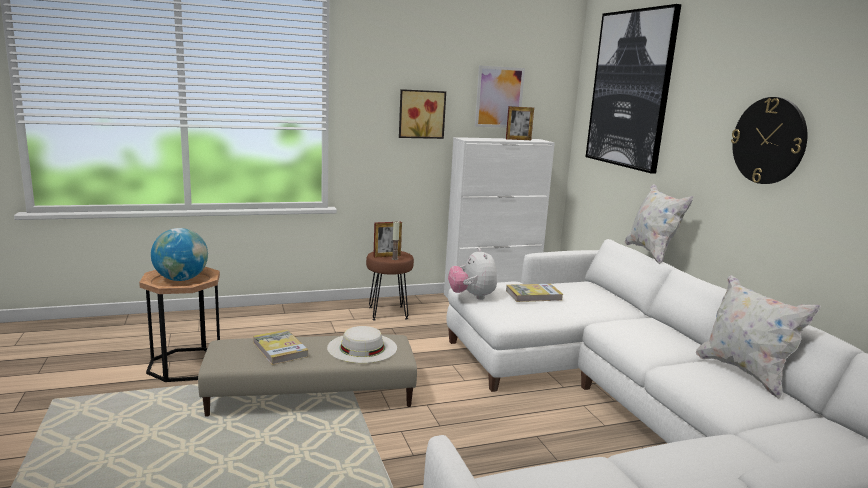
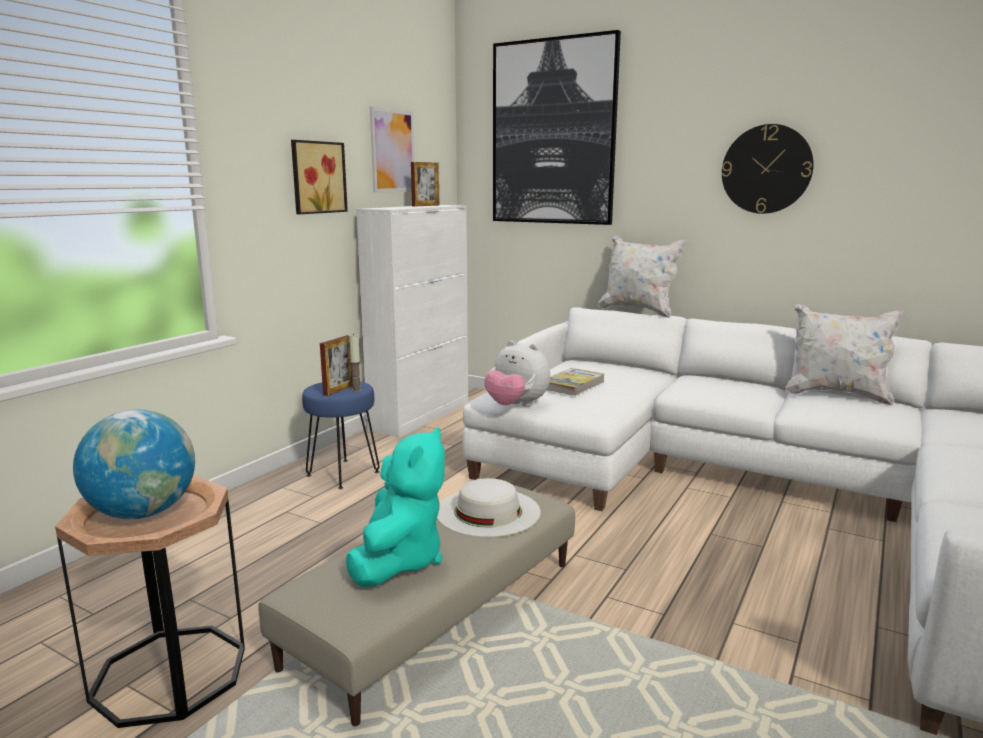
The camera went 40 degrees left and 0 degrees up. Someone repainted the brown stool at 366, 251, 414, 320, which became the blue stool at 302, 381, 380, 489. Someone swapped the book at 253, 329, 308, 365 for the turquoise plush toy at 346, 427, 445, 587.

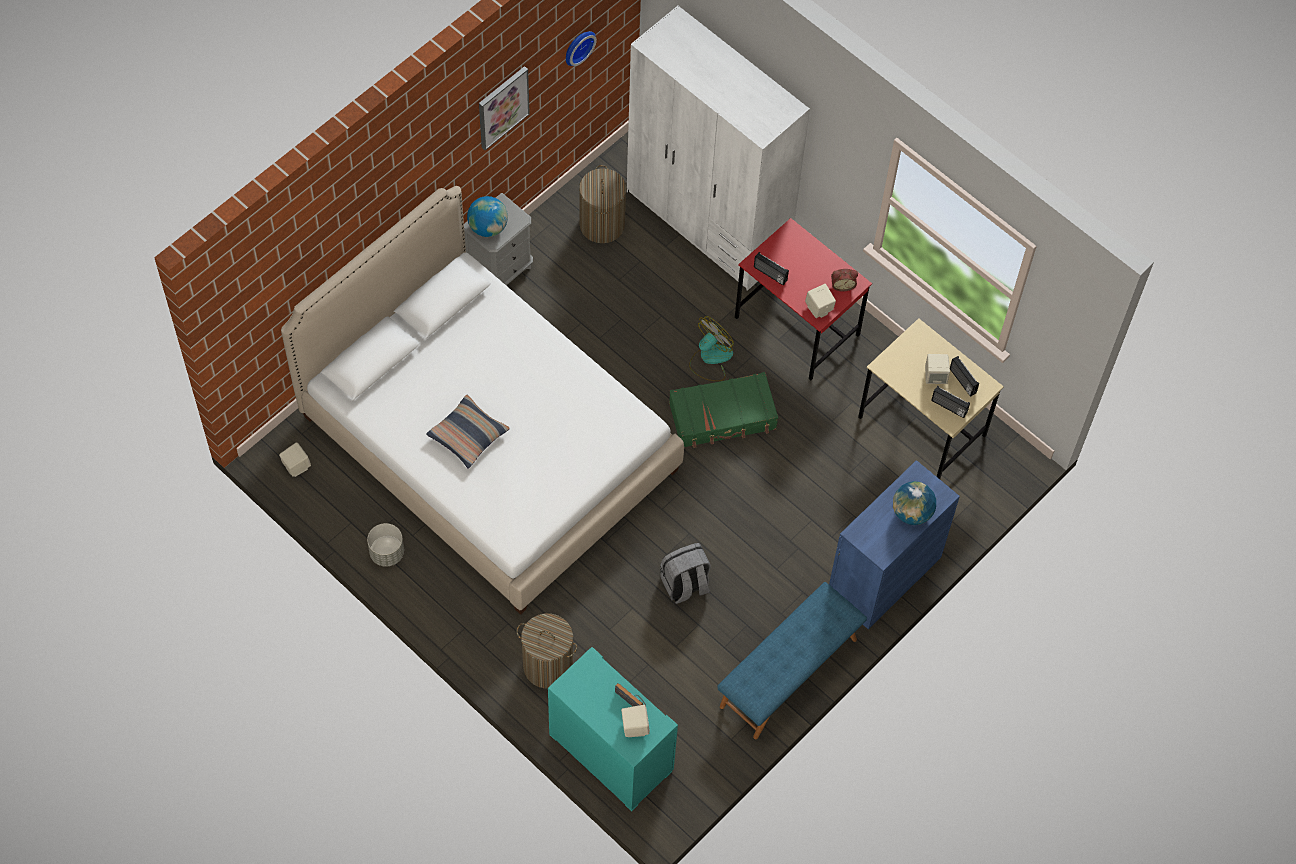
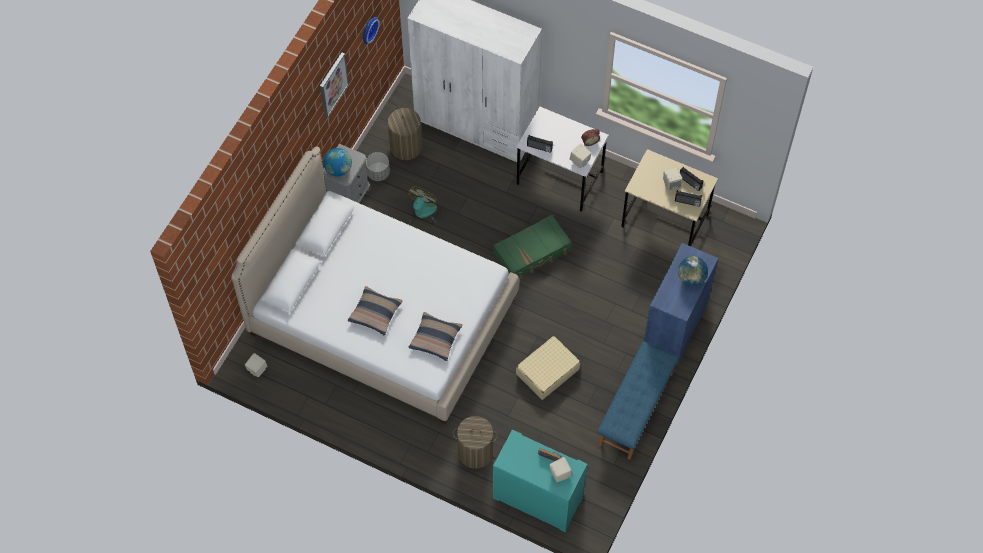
The camera went 15 degrees left and 0 degrees up. Someone carried the grey planter from 367, 523, 404, 567 to 366, 152, 390, 181. Someone carried the fan from 689, 316, 734, 381 to 408, 186, 437, 229. Someone put down the pillow at 408, 312, 462, 361. Someone repainted the red desk at 735, 218, 872, 380, which became the white desk at 516, 107, 609, 212. Someone swapped the grey backpack at 660, 543, 711, 604 for the beige suitcase at 516, 336, 580, 400.

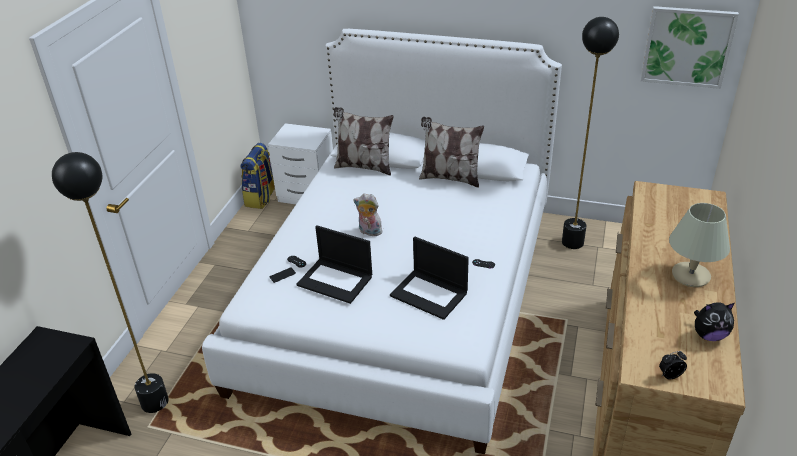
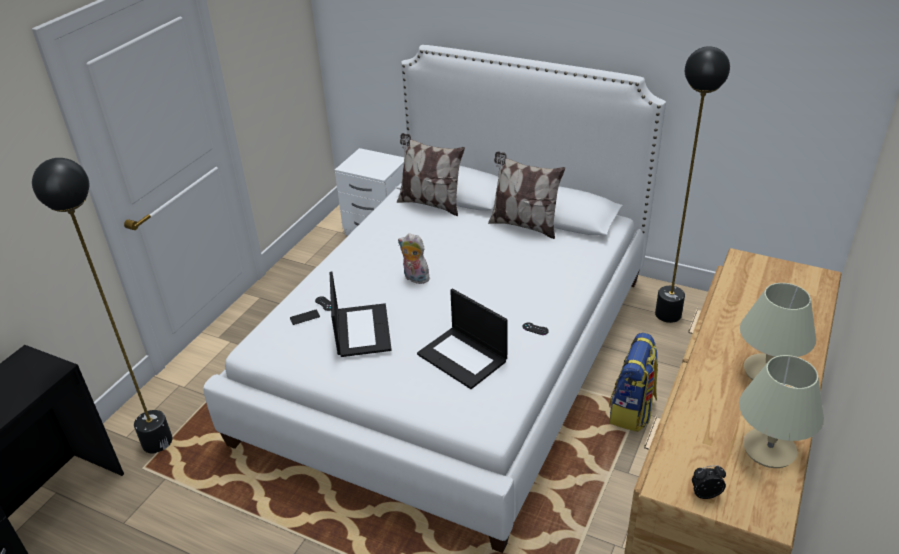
The camera went 10 degrees right and 0 degrees up. Someone rotated the laptop at 296, 225, 372, 304 by 135 degrees counterclockwise. Someone carried the backpack from 240, 143, 275, 209 to 609, 333, 658, 432. Someone swapped the plush toy at 694, 302, 735, 341 for the beige table lamp at 739, 355, 824, 468. Someone took away the picture at 641, 6, 739, 89.

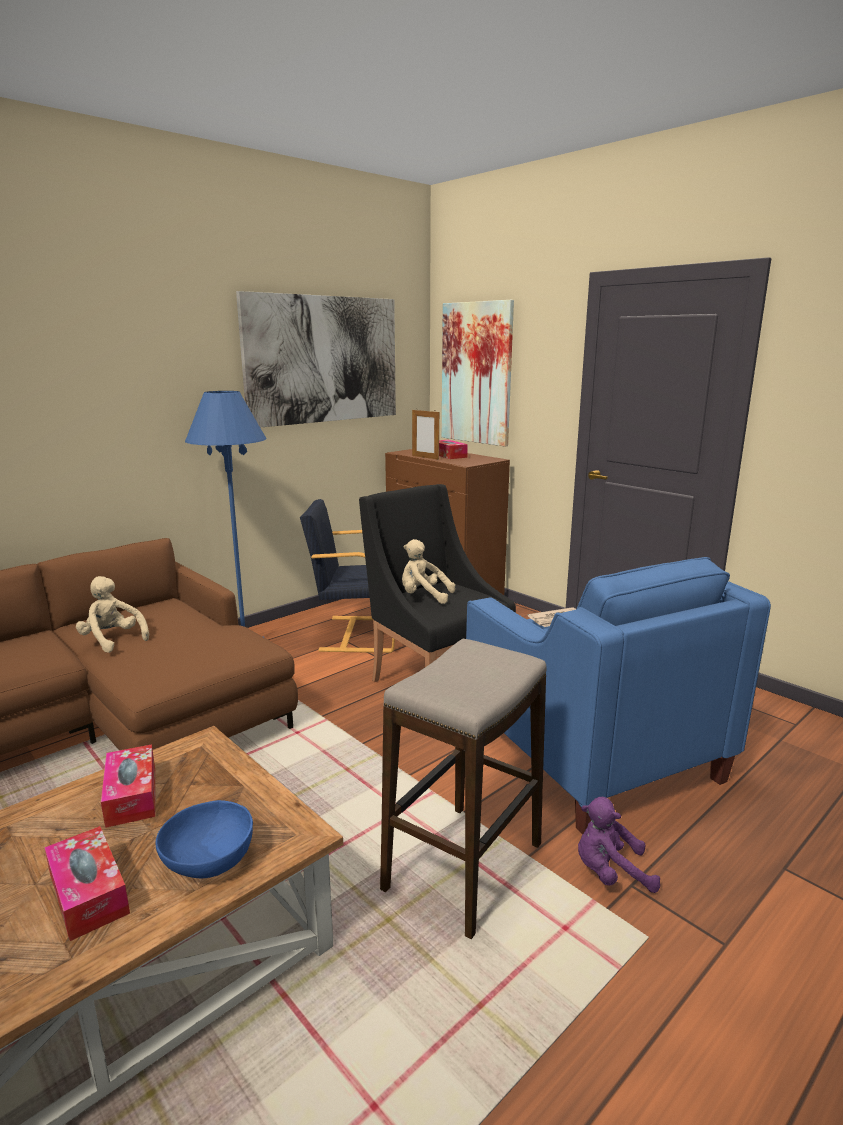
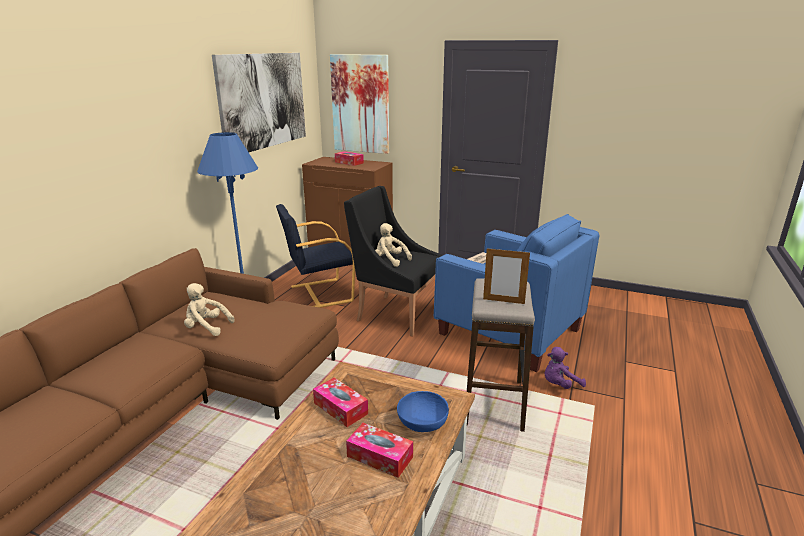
The camera went 25 degrees left and 5 degrees up. Someone rotated the beige plush toy at 402, 539, 455, 604 by 45 degrees clockwise. Someone carried the picture frame from 412, 410, 439, 460 to 483, 247, 530, 304.

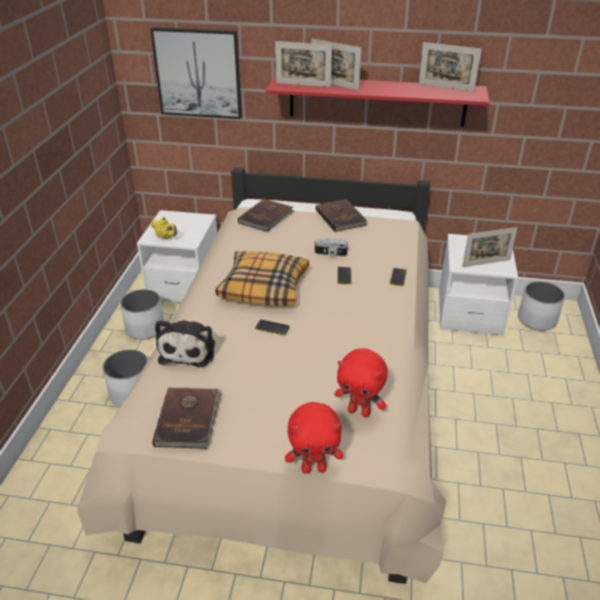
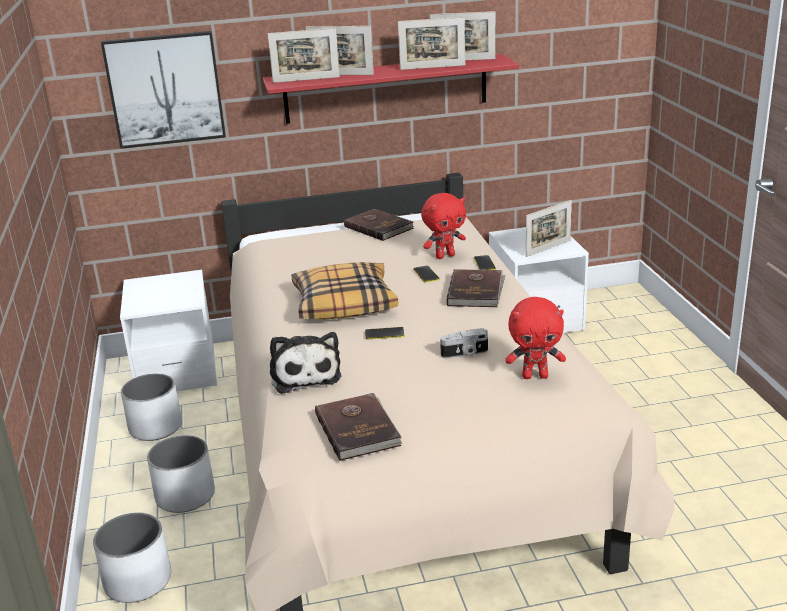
The camera went 20 degrees left and 10 degrees down. Someone carried the white planter from 518, 281, 565, 331 to 93, 513, 171, 603. Someone put down the picture frame at 398, 17, 465, 70. Someone carried the red plush toy from 285, 402, 343, 474 to 421, 193, 466, 259. Someone carried the photo camera from 315, 238, 348, 257 to 440, 328, 488, 358. Someone carried the brown book from 238, 199, 295, 232 to 446, 269, 505, 307. Someone took away the yellow teapot at 151, 217, 177, 239.

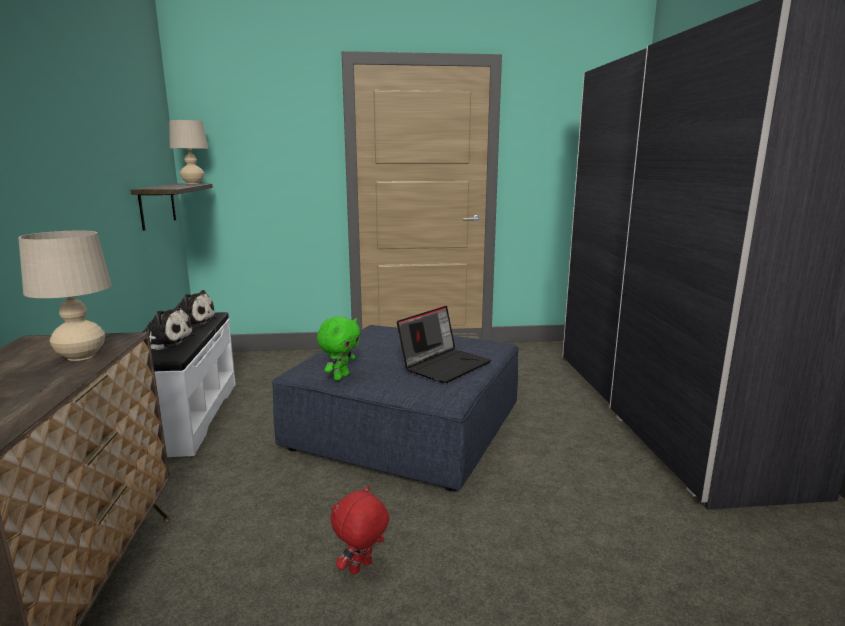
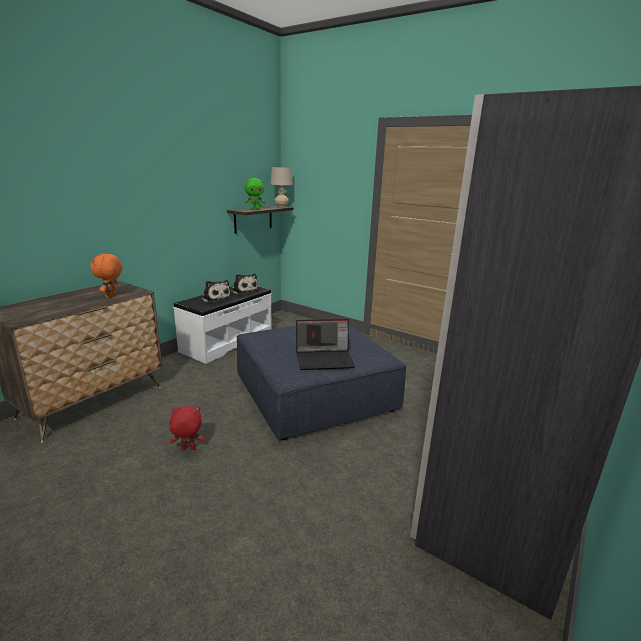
The camera went 40 degrees right and 5 degrees up. Someone swapped the beige table lamp at 18, 231, 112, 361 for the orange plush toy at 90, 254, 122, 298. Someone carried the green plush toy from 317, 316, 361, 381 to 244, 178, 265, 210.

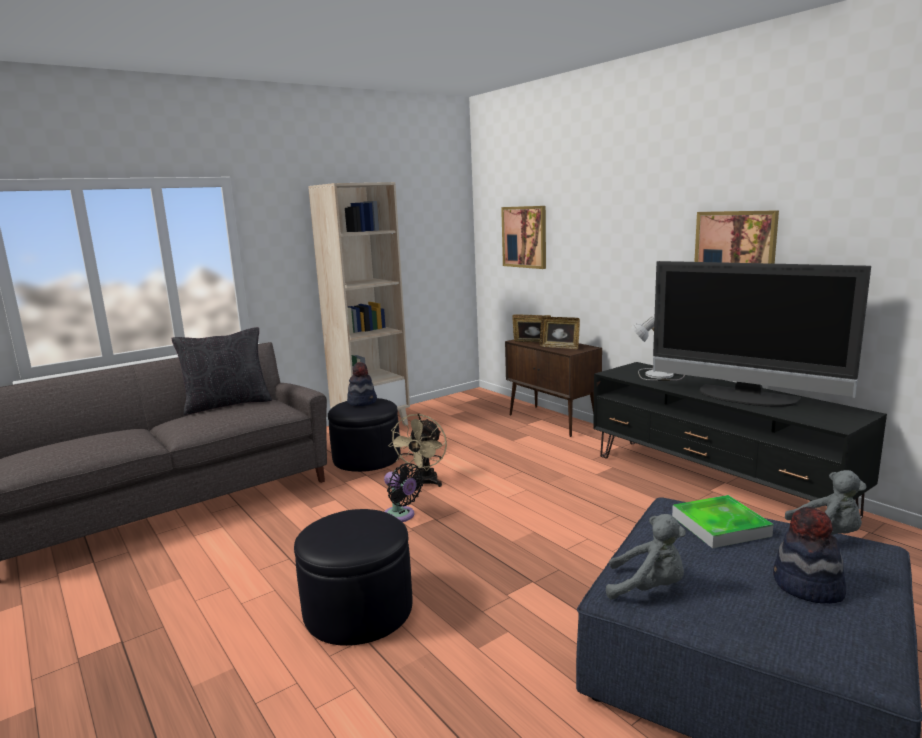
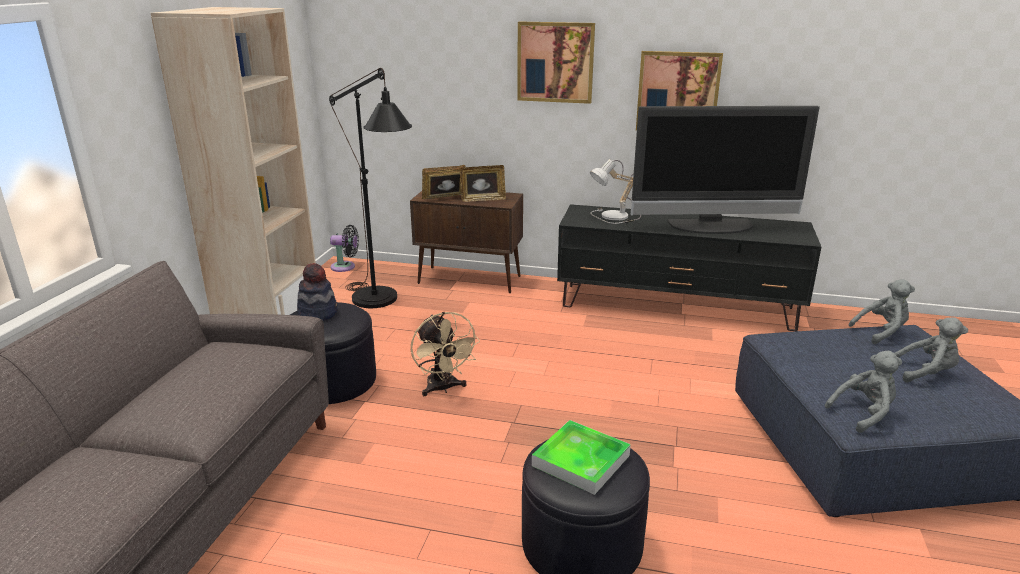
The camera went 40 degrees left and 10 degrees up. Someone put down the black floor lamp at 329, 68, 412, 308. Someone carried the black fan from 384, 463, 423, 522 to 330, 225, 359, 272. Someone carried the picture from 501, 206, 546, 269 to 517, 22, 595, 104. Someone carried the tray from 672, 495, 773, 548 to 532, 420, 631, 495. Someone swapped the hat at 773, 507, 846, 604 for the grey plush toy at 894, 318, 968, 383. Someone took away the black pillow at 171, 327, 272, 415.

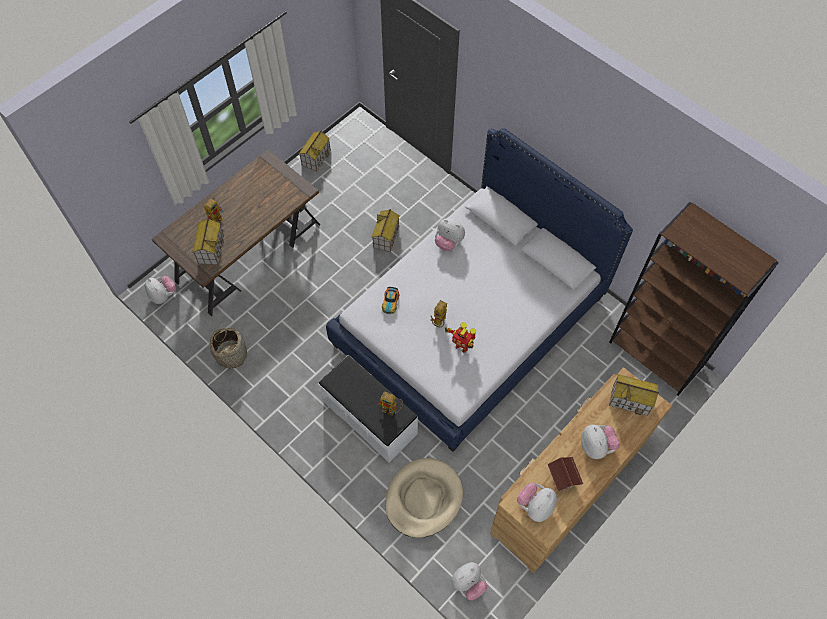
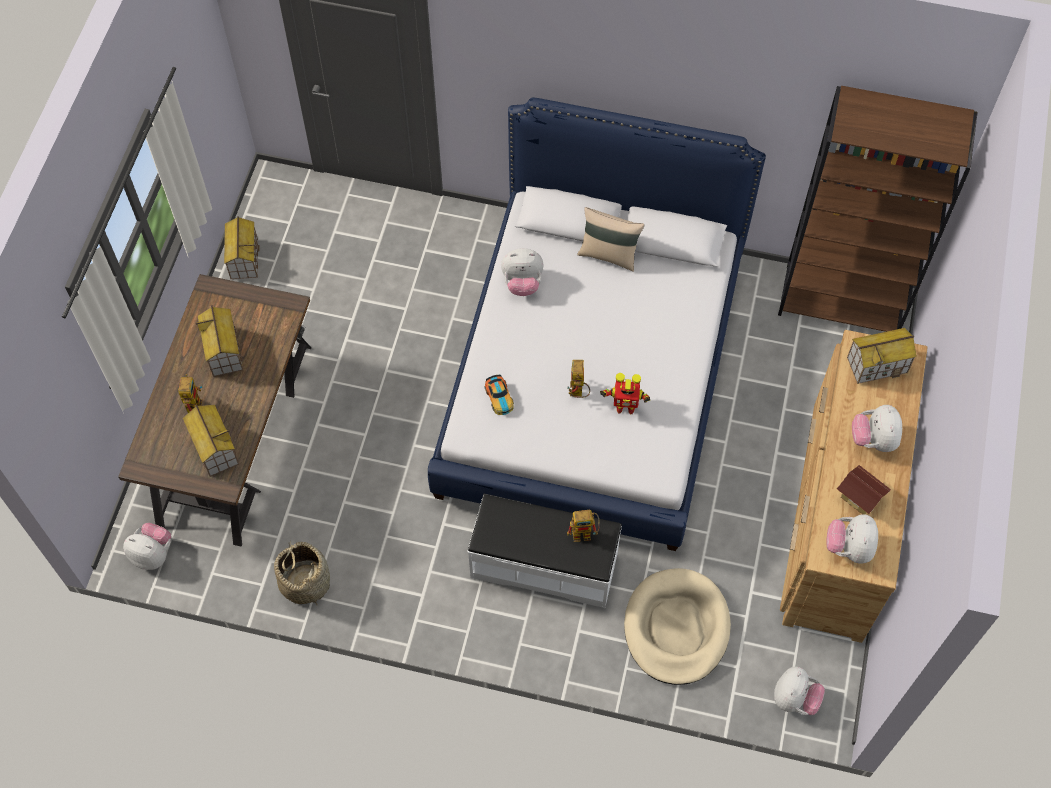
The camera went 30 degrees left and 0 degrees up. Someone carried the toy house from 372, 209, 400, 252 to 196, 305, 243, 377. Someone put down the beige pillow at 577, 207, 644, 272. Someone rotated the plush toy at 581, 424, 619, 459 by 135 degrees counterclockwise.

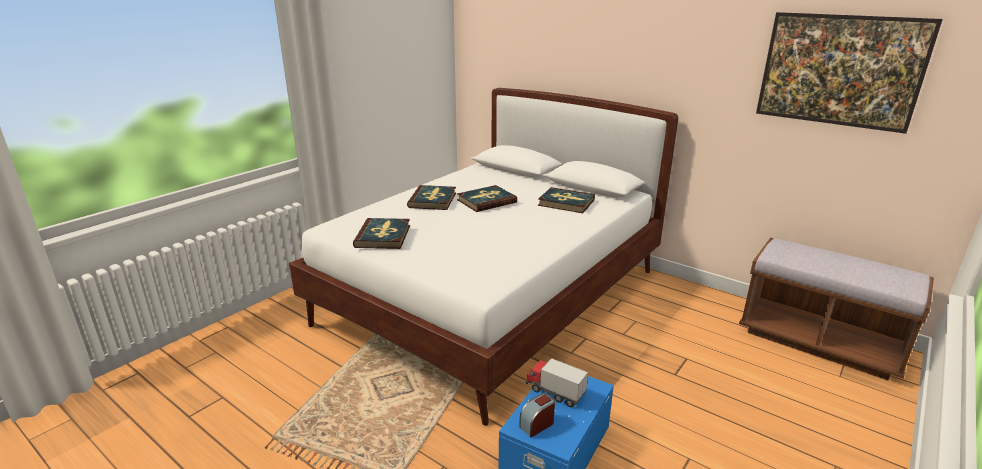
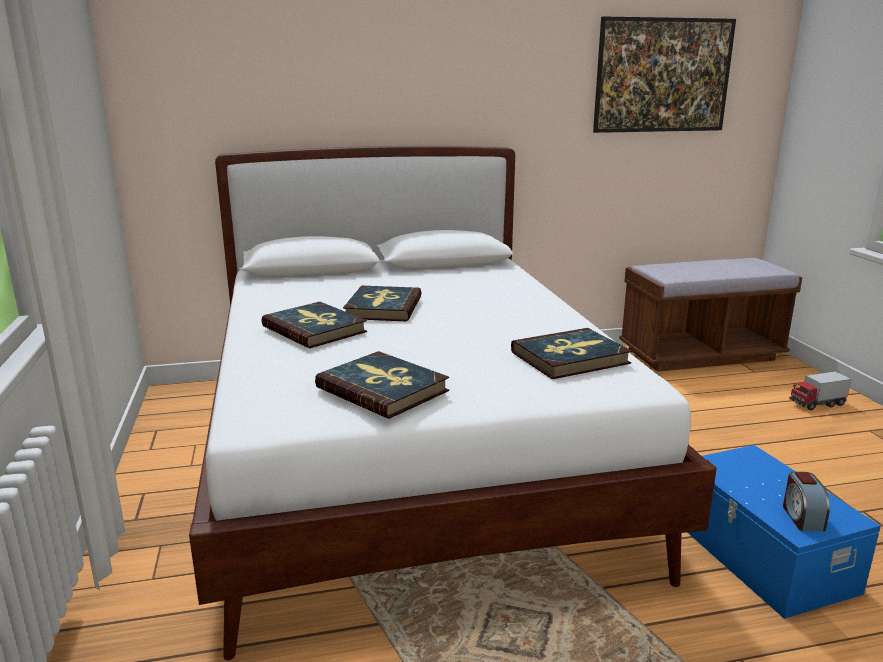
The camera went 50 degrees left and 5 degrees down. Someone carried the book from 538, 187, 595, 213 to 511, 328, 632, 379. Someone carried the toy truck from 526, 358, 588, 407 to 789, 372, 852, 410.

